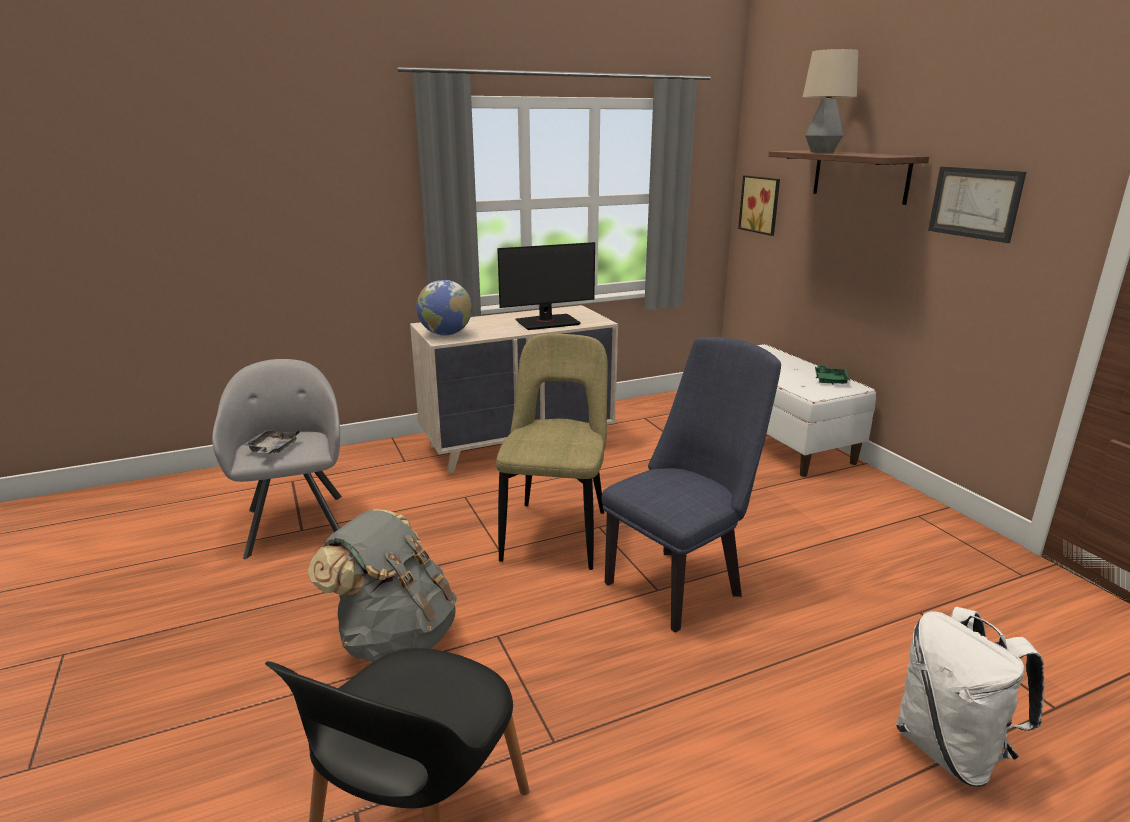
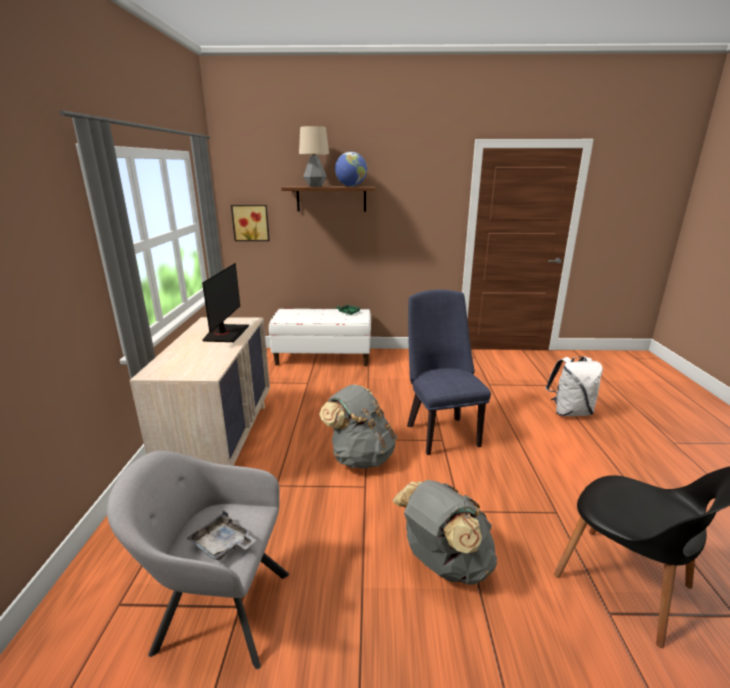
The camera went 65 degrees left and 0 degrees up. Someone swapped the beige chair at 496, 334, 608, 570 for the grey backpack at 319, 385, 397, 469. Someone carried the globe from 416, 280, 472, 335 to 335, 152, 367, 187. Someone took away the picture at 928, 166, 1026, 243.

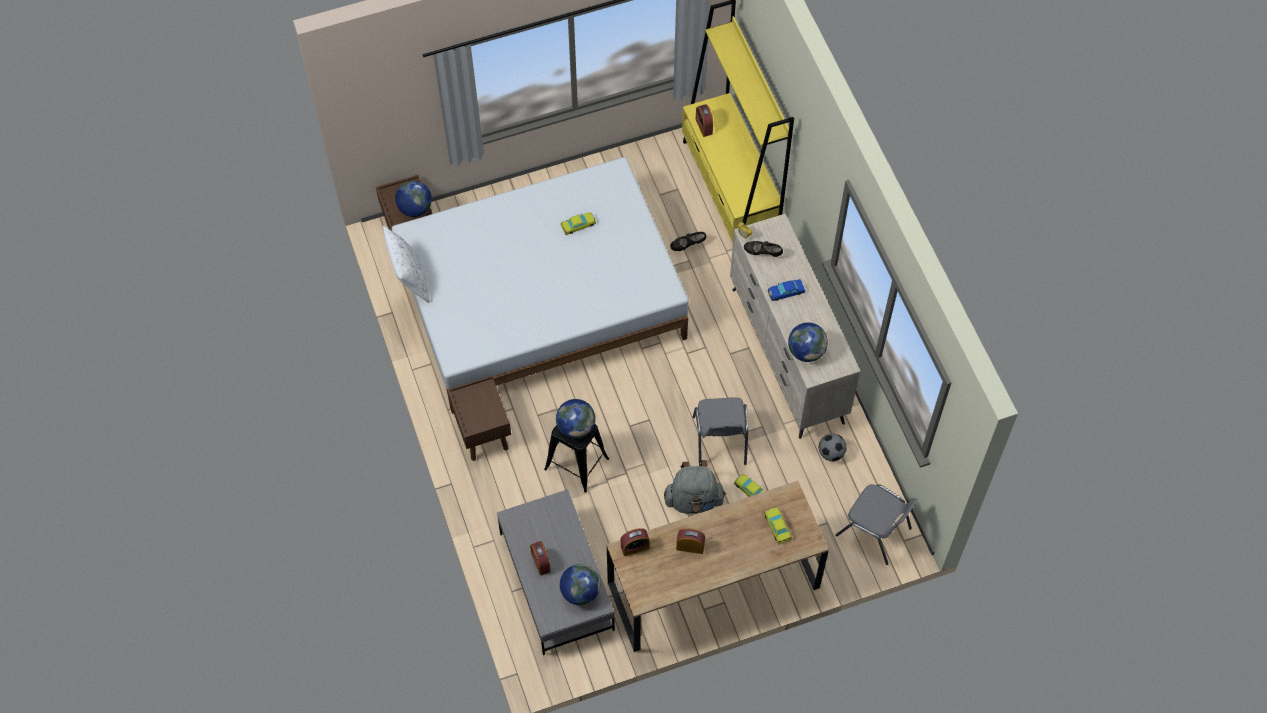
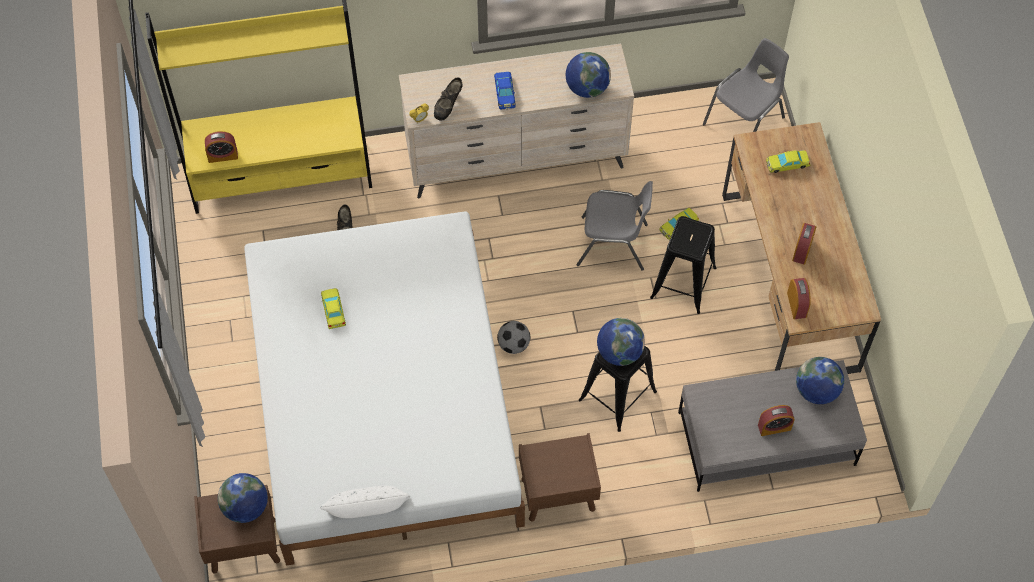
The camera went 80 degrees left and 0 degrees up. Someone carried the football from 819, 433, 847, 461 to 497, 321, 530, 354. Someone swapped the grey backpack at 664, 460, 726, 514 for the black stool at 650, 216, 716, 314.

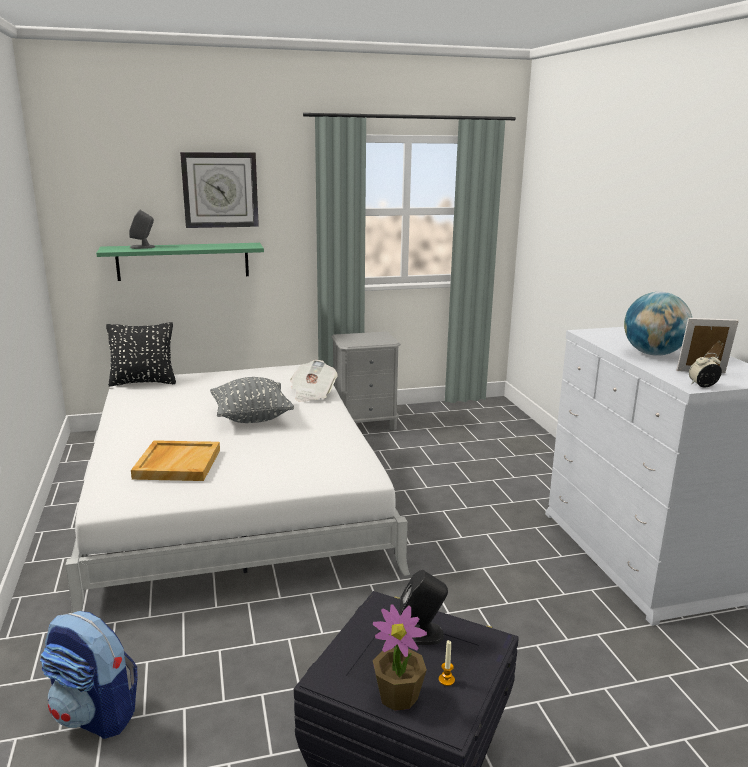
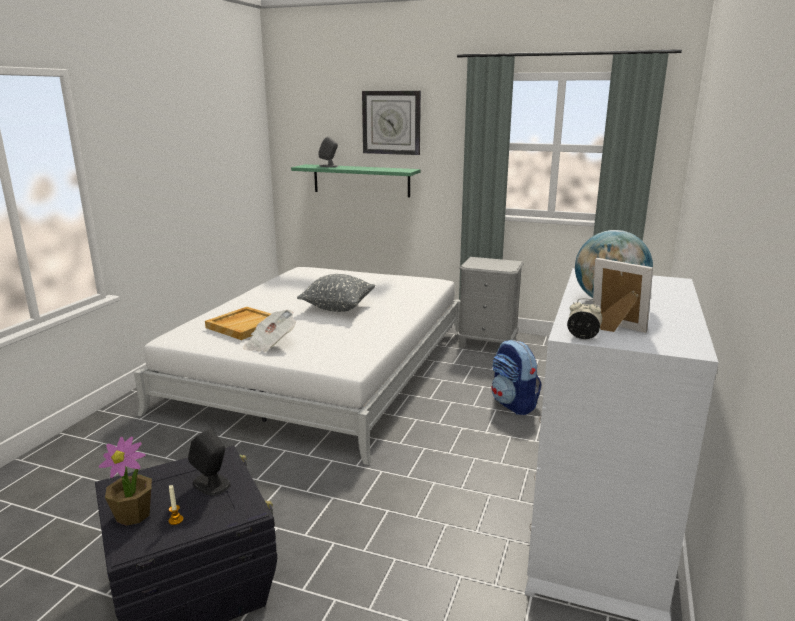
The camera went 35 degrees right and 0 degrees up. Someone carried the newspaper from 290, 360, 337, 402 to 243, 310, 296, 352. Someone carried the backpack from 40, 611, 137, 739 to 492, 340, 541, 415. Someone took away the black pillow at 106, 322, 176, 387.

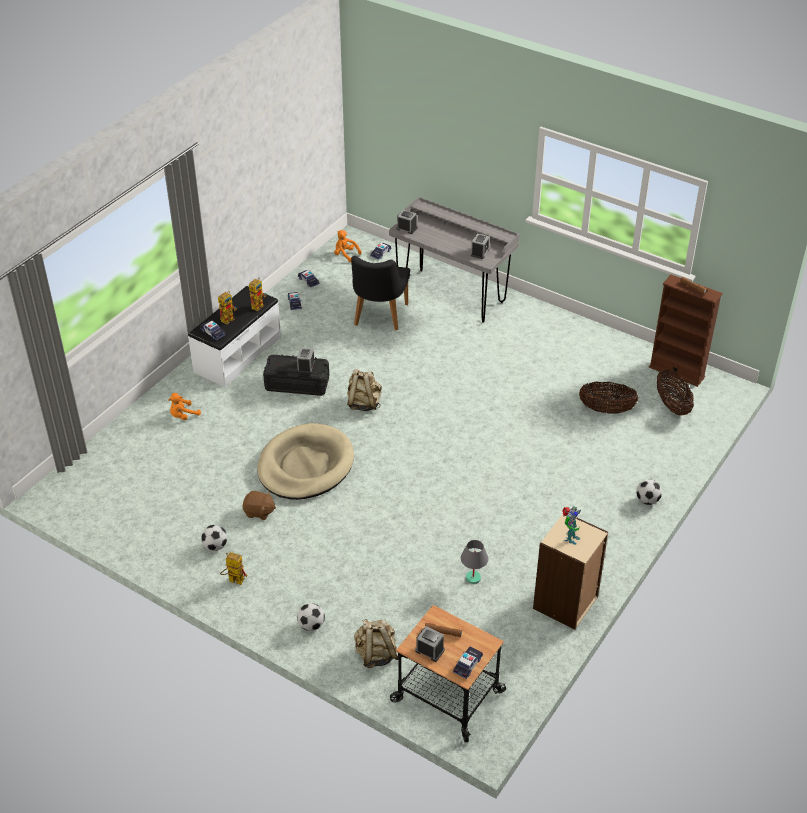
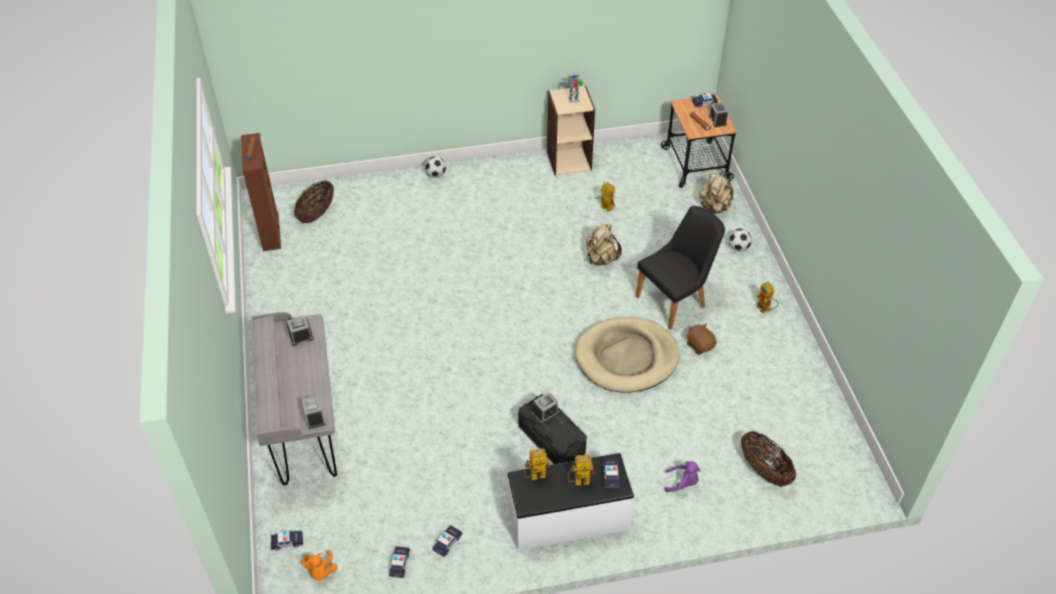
The camera went 135 degrees left and 5 degrees up. Someone carried the beige backpack from 347, 369, 382, 411 to 586, 223, 622, 265. Someone swapped the grey table lamp at 461, 540, 488, 584 for the toy robot at 595, 181, 615, 212. Someone carried the black chair from 351, 256, 410, 330 to 635, 206, 725, 330. Someone repainted the orange plush toy at 168, 393, 201, 420, which became the purple plush toy at 665, 461, 700, 492. Someone carried the basket from 579, 382, 638, 414 to 741, 431, 796, 487. Someone took away the football at 201, 525, 227, 551.

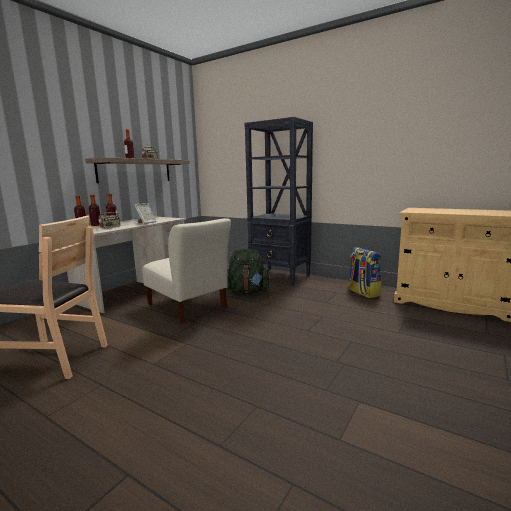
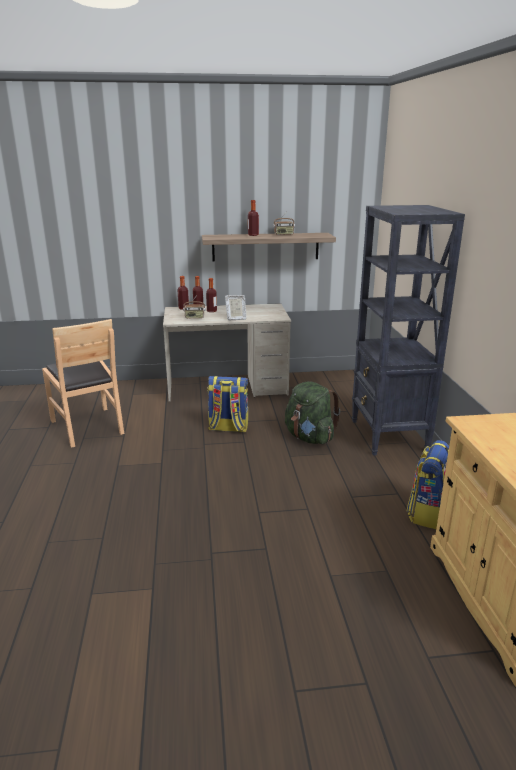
The camera went 50 degrees right and 10 degrees up. Someone swapped the beige chair at 142, 218, 231, 324 for the backpack at 207, 376, 248, 432.

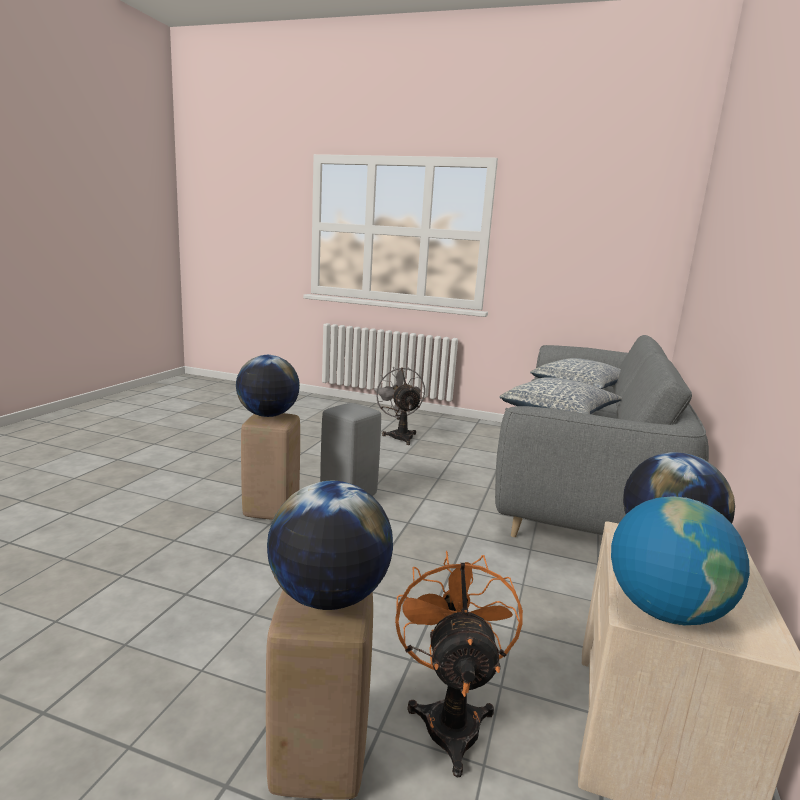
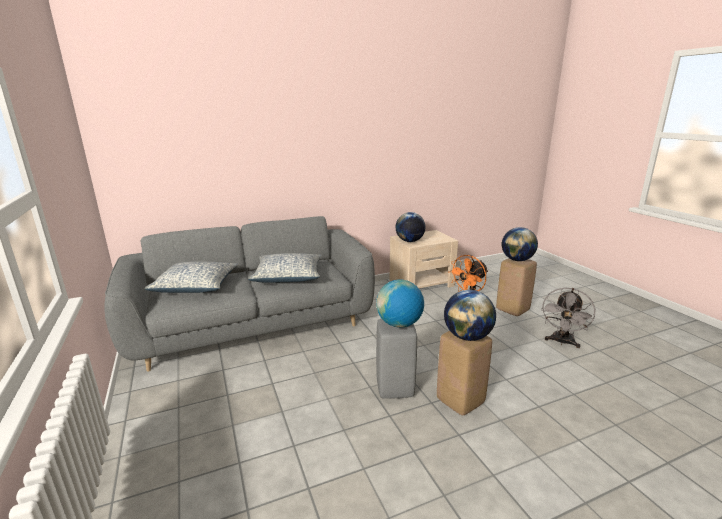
The camera went 130 degrees left and 5 degrees up. Someone carried the globe from 611, 496, 750, 625 to 376, 280, 424, 328. Someone carried the grey fan from 374, 367, 425, 445 to 541, 288, 595, 348.

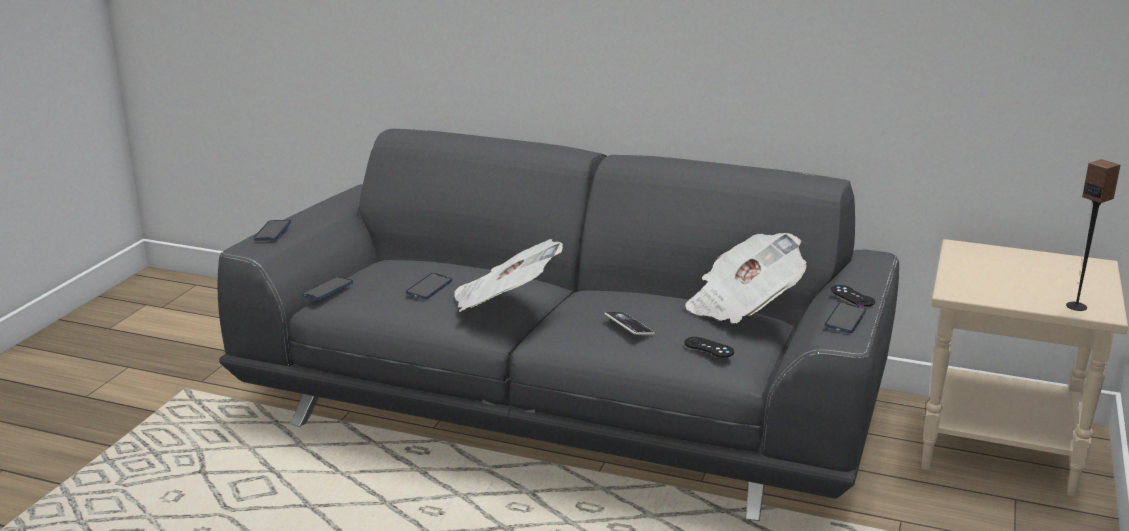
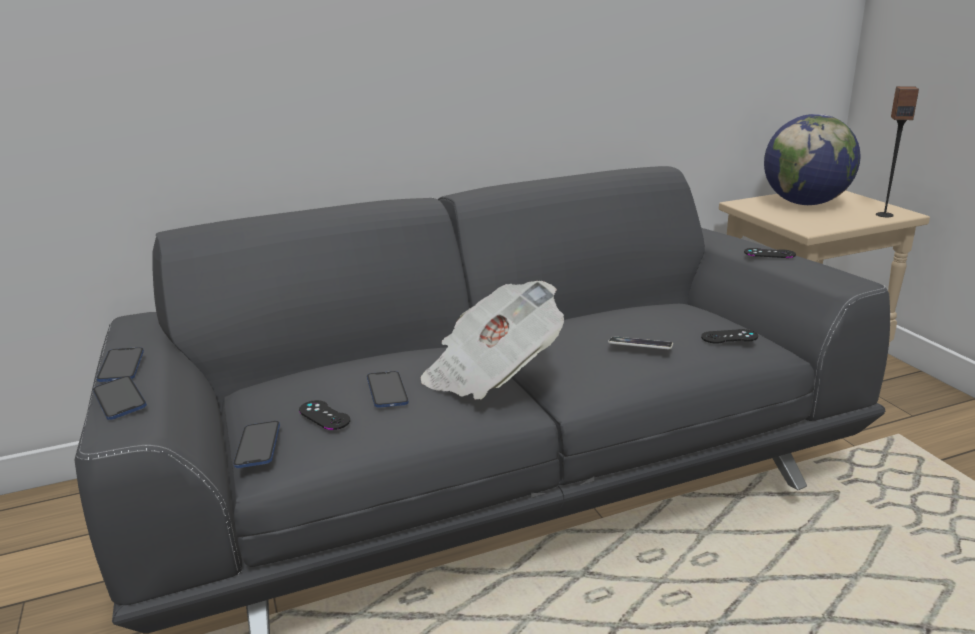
The camera went 40 degrees left and 0 degrees up. Someone carried the phone from 825, 302, 866, 333 to 97, 347, 144, 382. Someone put down the black game controller at 299, 400, 350, 430. Someone put down the globe at 764, 114, 861, 205. Someone took away the newspaper at 685, 233, 807, 323.

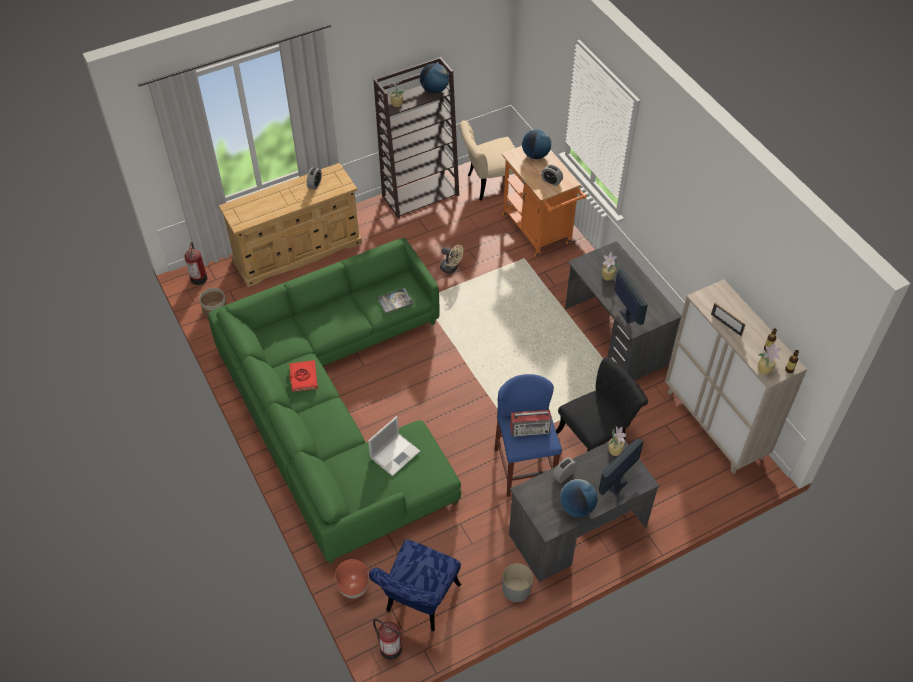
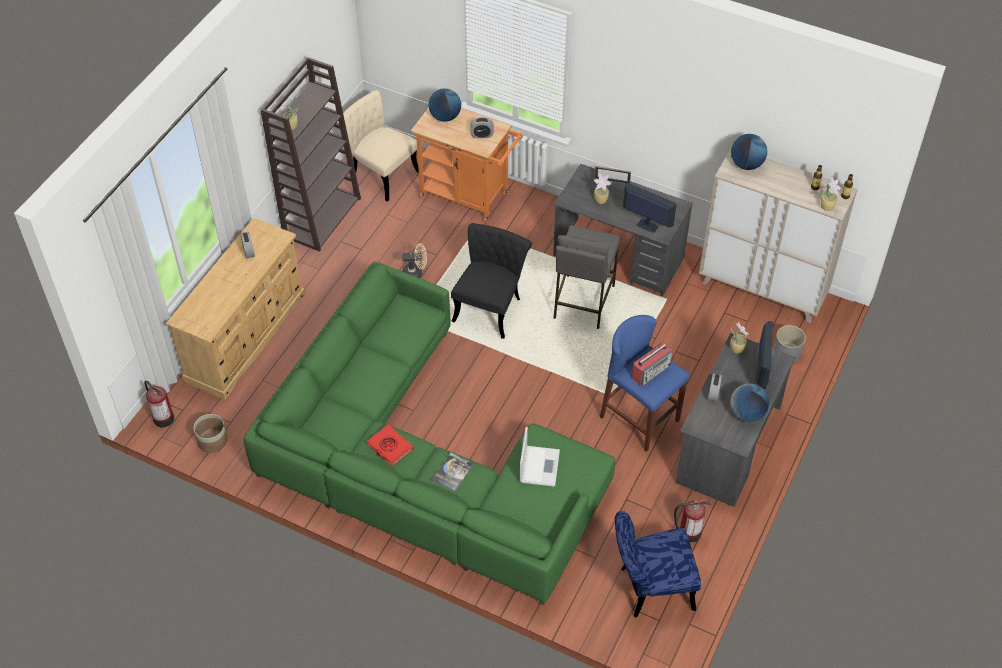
The camera went 35 degrees left and 0 degrees up. Someone rotated the beige chair at 460, 120, 515, 201 by 90 degrees clockwise. Someone carried the book from 377, 288, 414, 313 to 431, 452, 474, 492. Someone carried the black chair from 556, 357, 648, 452 to 451, 223, 532, 338. Someone put down the grey stool at 553, 225, 620, 329. Someone carried the picture frame from 711, 303, 746, 336 to 594, 166, 631, 184. Someone rotated the blue chair at 369, 539, 461, 631 by 90 degrees clockwise. Someone carried the fire extinguisher from 373, 619, 402, 660 to 674, 499, 711, 542. Someone carried the globe from 420, 63, 449, 93 to 731, 134, 767, 170. Someone carried the grey planter from 502, 563, 533, 602 to 774, 325, 806, 362. Someone took away the brown planter at 335, 559, 368, 598.

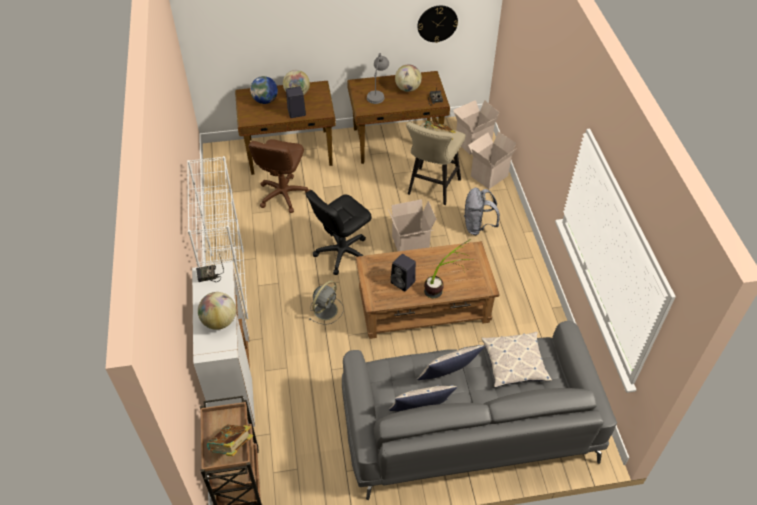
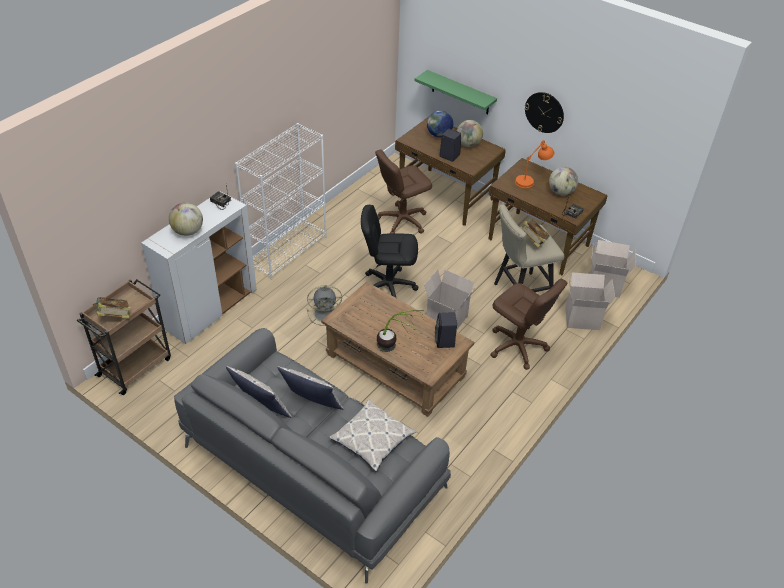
The camera went 45 degrees right and 5 degrees down. Someone put up the green shelf at 414, 70, 497, 115. Someone carried the black speaker from 391, 254, 416, 291 to 435, 312, 457, 348. Someone swapped the grey backpack at 464, 188, 500, 235 for the brown office chair at 490, 279, 567, 370. Someone repainted the grey table lamp at 367, 53, 389, 104, which became the orange table lamp at 515, 140, 554, 189. Someone carried the wall clock from 417, 5, 458, 43 to 524, 92, 564, 133.

